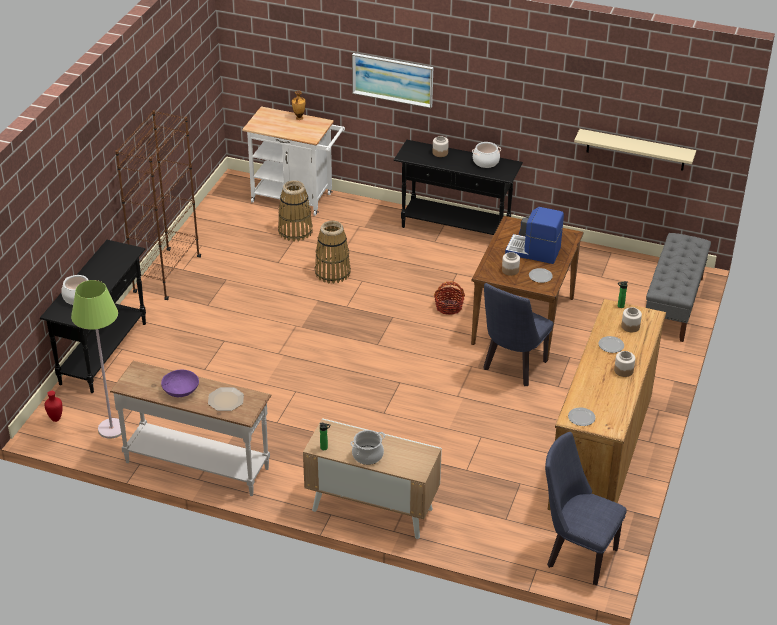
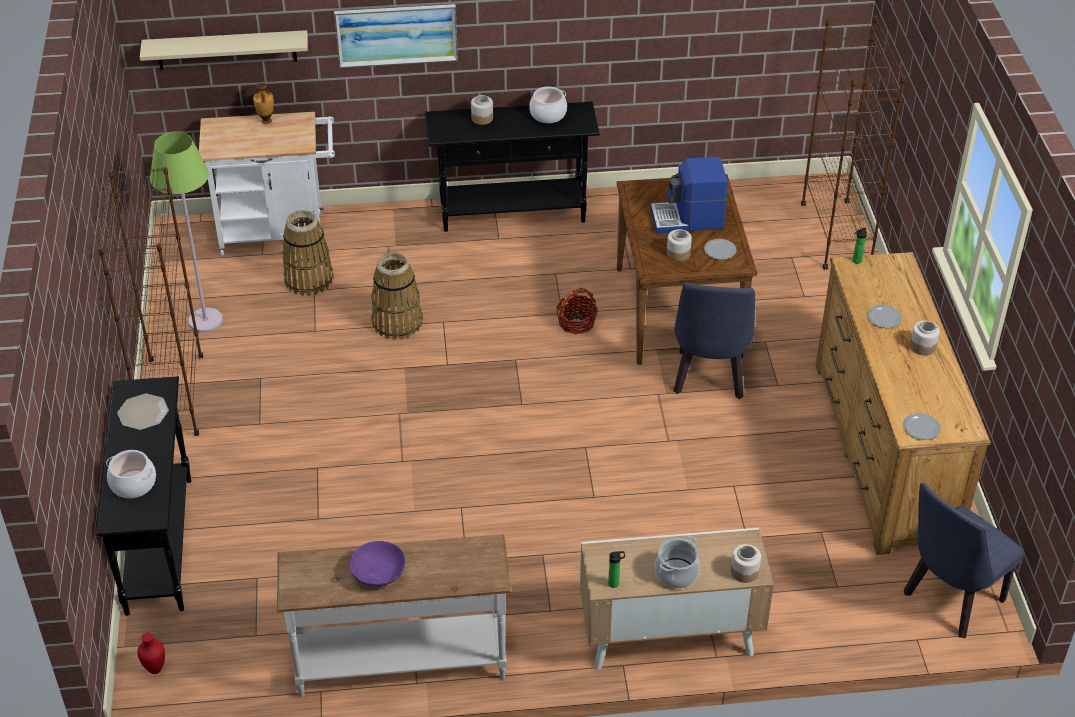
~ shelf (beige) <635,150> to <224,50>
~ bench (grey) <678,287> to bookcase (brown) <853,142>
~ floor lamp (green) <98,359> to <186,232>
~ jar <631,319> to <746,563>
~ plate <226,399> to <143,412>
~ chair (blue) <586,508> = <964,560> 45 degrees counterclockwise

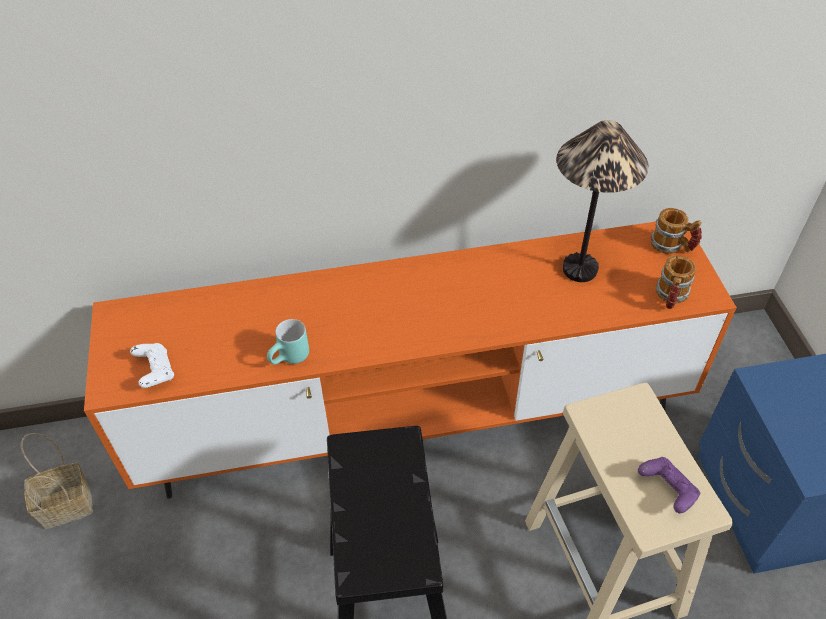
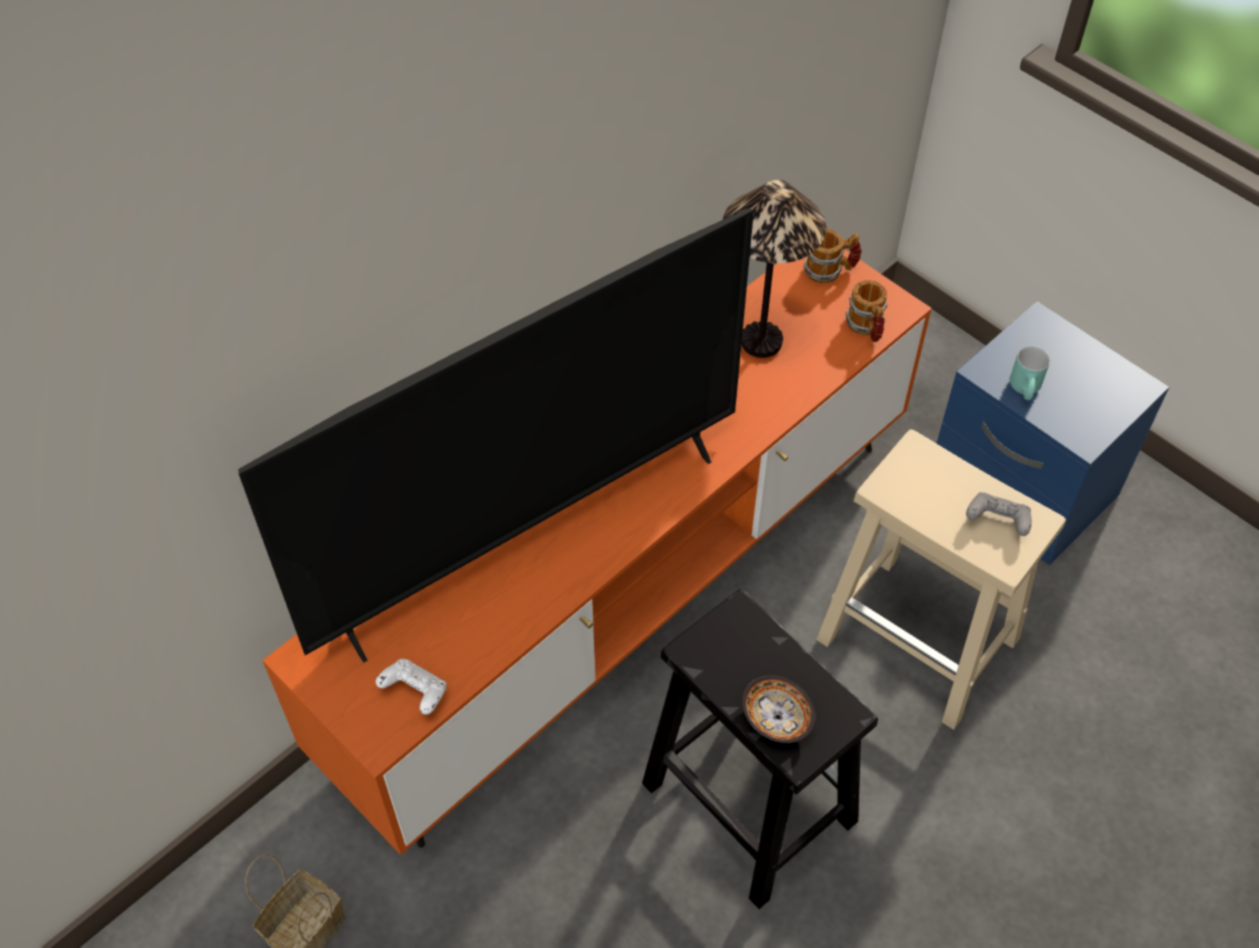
~ mug (turquoise) <288,342> to <1030,373>
~ game controller (purple) <669,485> to game controller (grey) <999,514>
+ television <496,435>
+ bowl <778,709>

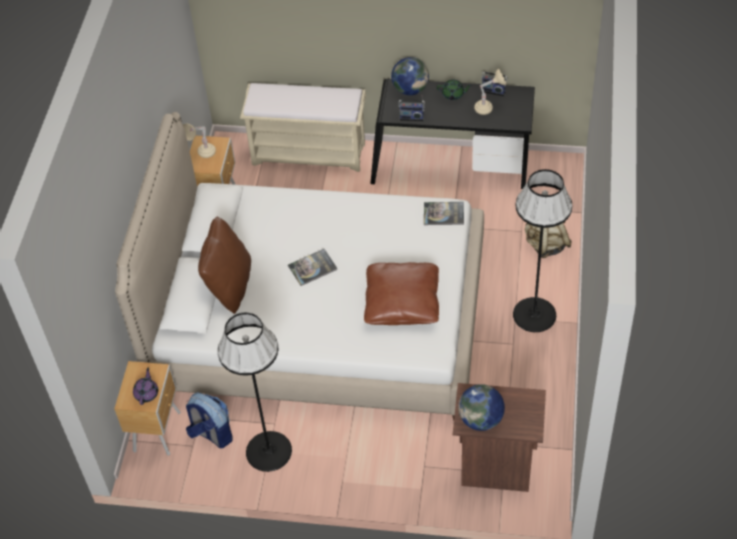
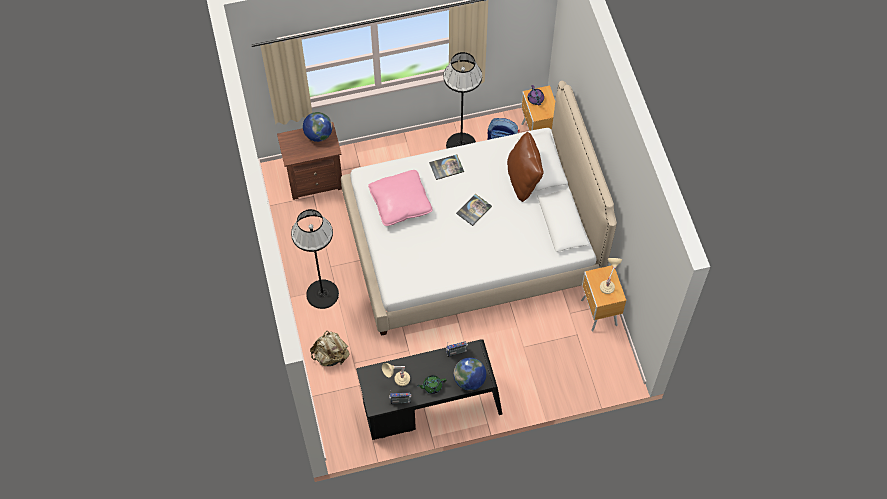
- bench (beige) <303,127>
~ book <444,213> to <446,167>
~ pillow (brown) <401,293> to pillow (pink) <400,198>

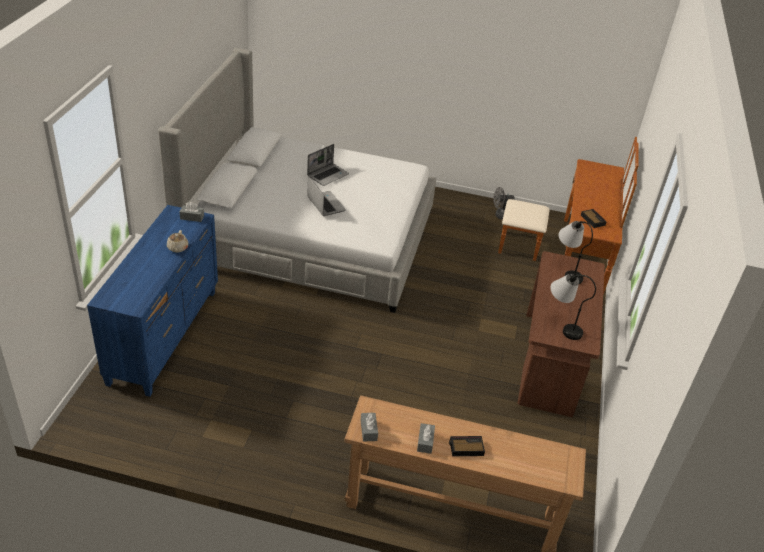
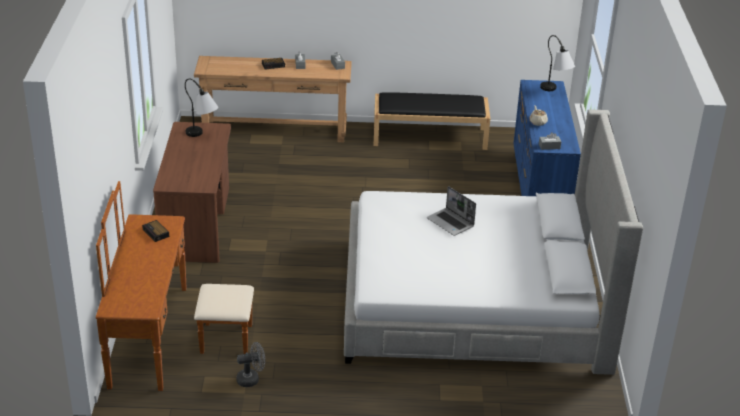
- laptop <328,165>
~ table lamp <576,252> to <557,63>
+ bench (black) <432,121>

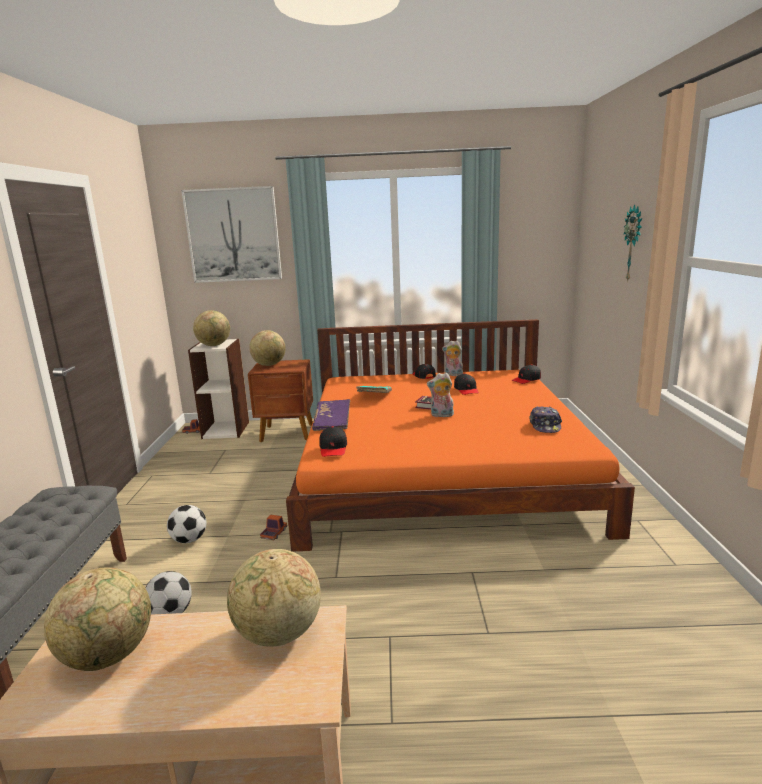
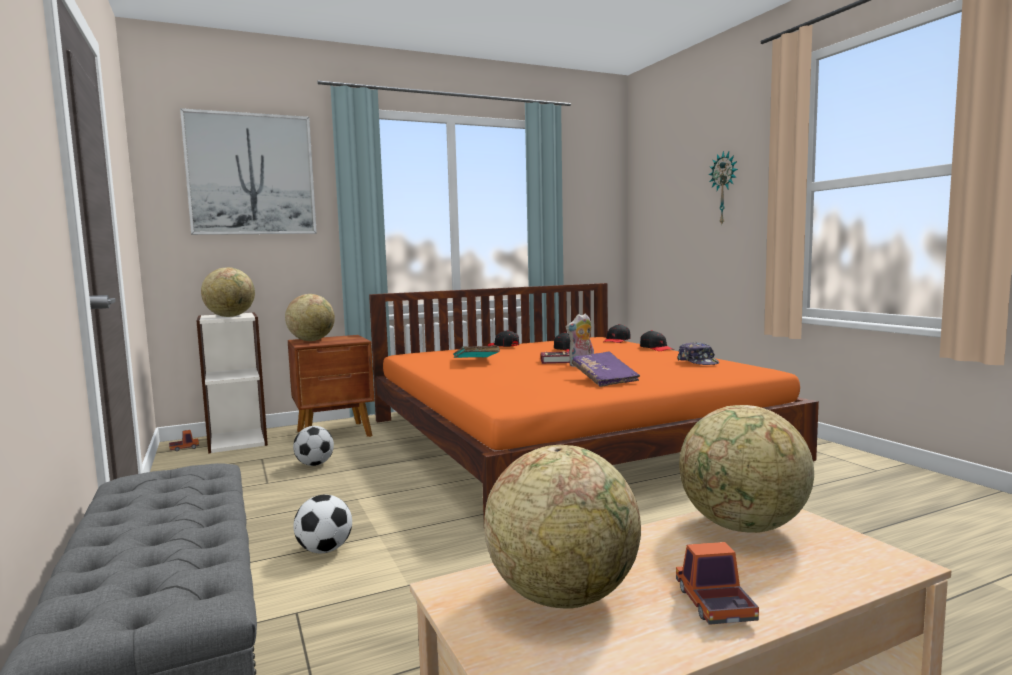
- plush toy <452,358>
~ book (purple) <331,415> to <606,369>
~ cap (black) <333,441> to <657,340>
~ toy truck <273,527> to <717,583>
~ football <168,593> to <313,446>

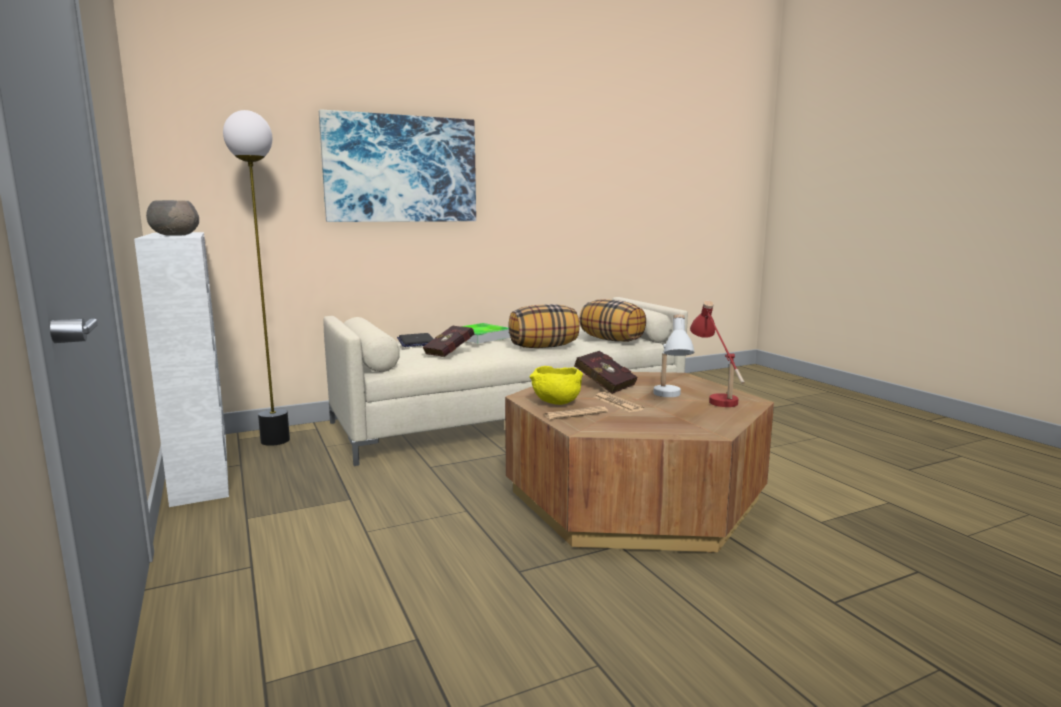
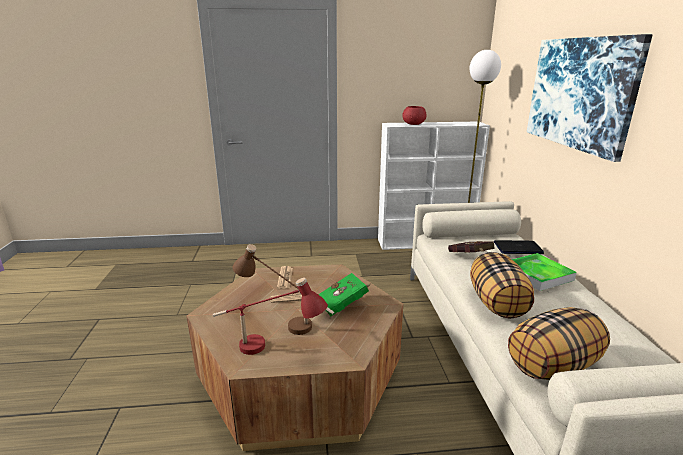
~ bowl (grey) <172,218> to bowl (red) <414,115>
~ table lamp (white) <673,355> to table lamp (brown) <283,289>
~ book (red) <605,372> to book (green) <344,294>
- bowl (yellow) <556,385>

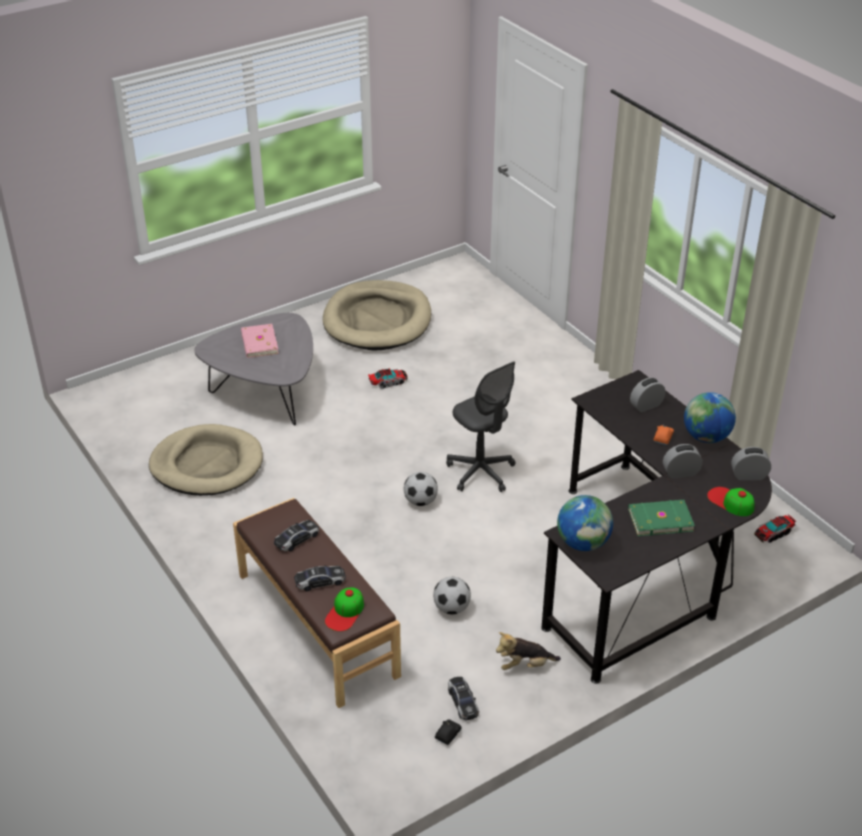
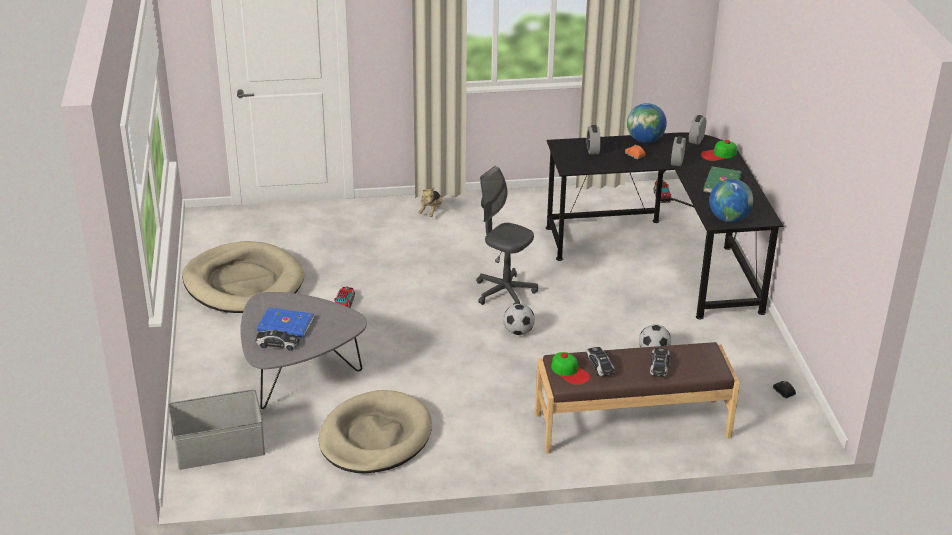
~ book (pink) <260,341> to book (blue) <285,323>
~ office chair (grey) <480,427> = <507,235> 135 degrees counterclockwise
~ cap <344,609> to <570,368>
~ plush toy <528,651> to <430,202>
~ toy car <463,698> to <277,340>
+ storage box (grey) <216,429>

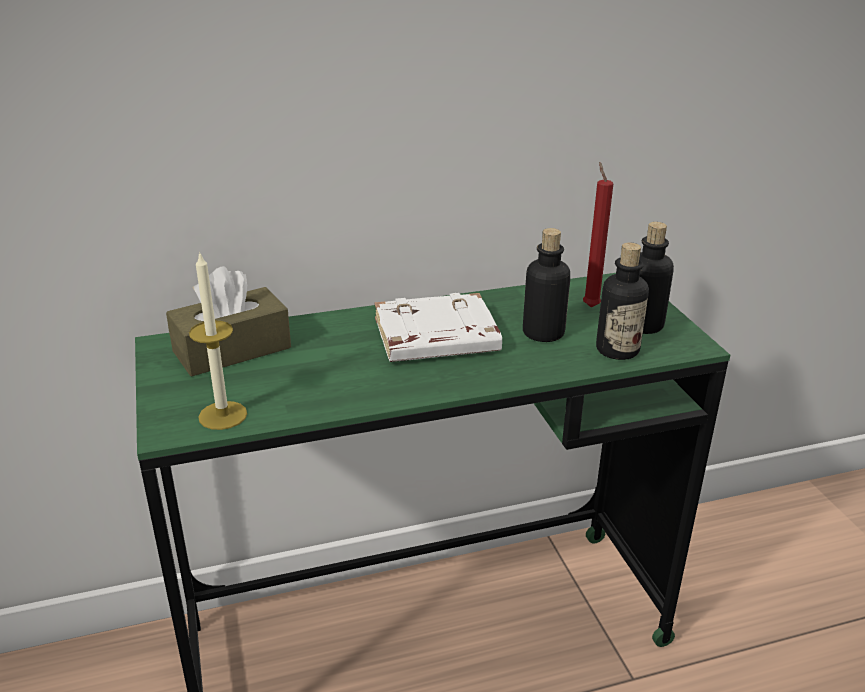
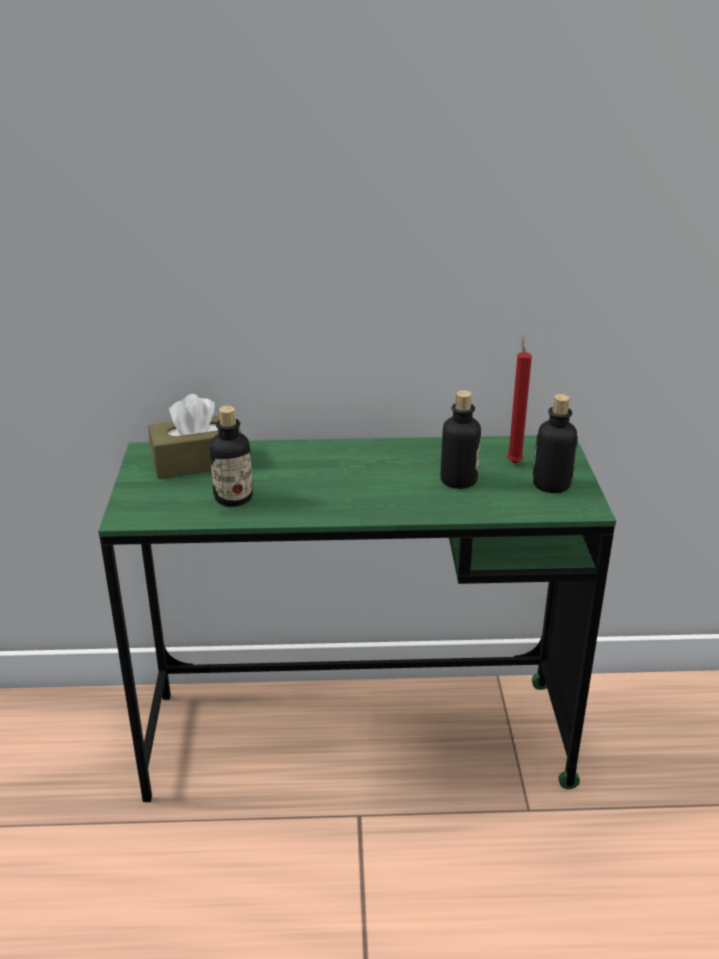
~ bottle <622,301> to <231,456>
- candle <218,340>
- book (white) <438,327>

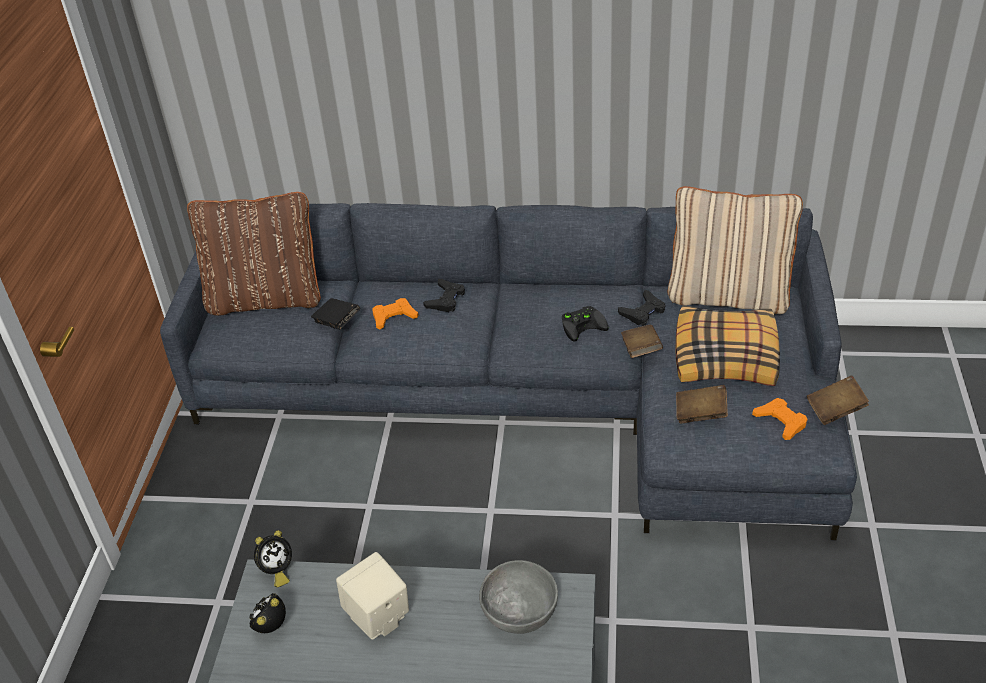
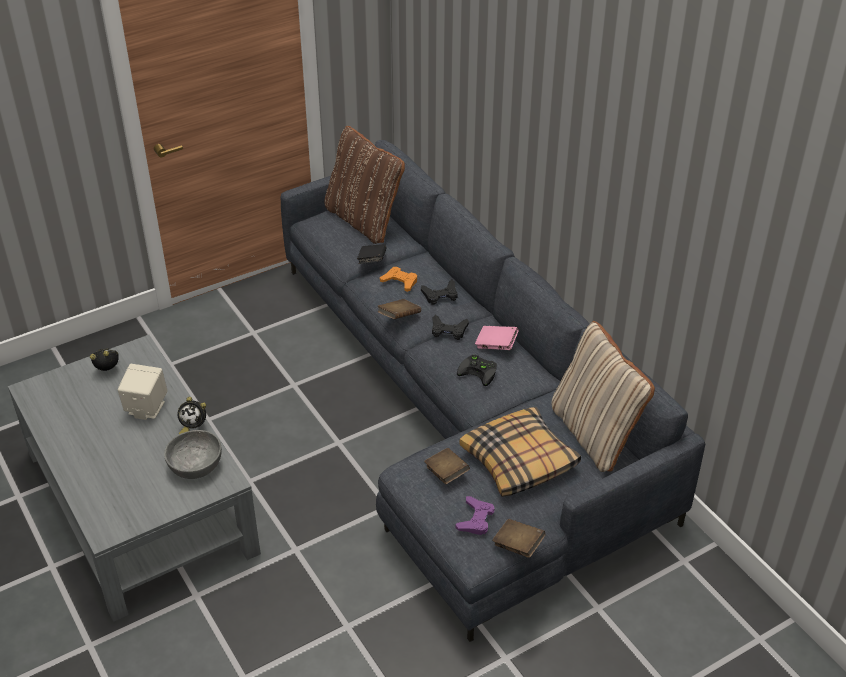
~ game controller (black) <642,308> to <450,327>
~ book (brown) <642,341> to <399,309>
~ game controller (orange) <779,419> to game controller (purple) <475,515>
~ alarm clock <273,559> to <191,415>
+ book (pink) <496,338>

